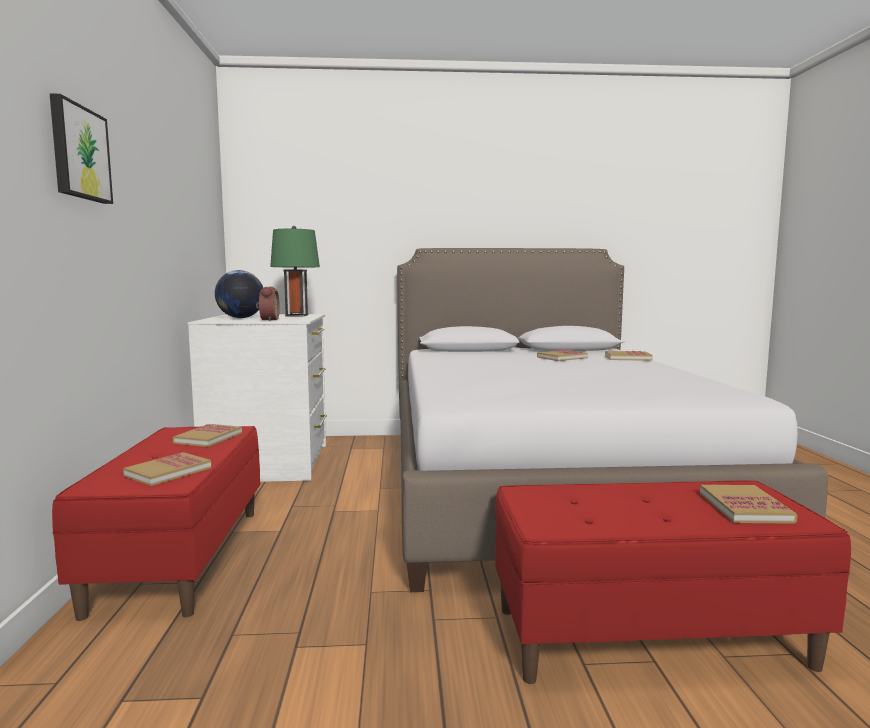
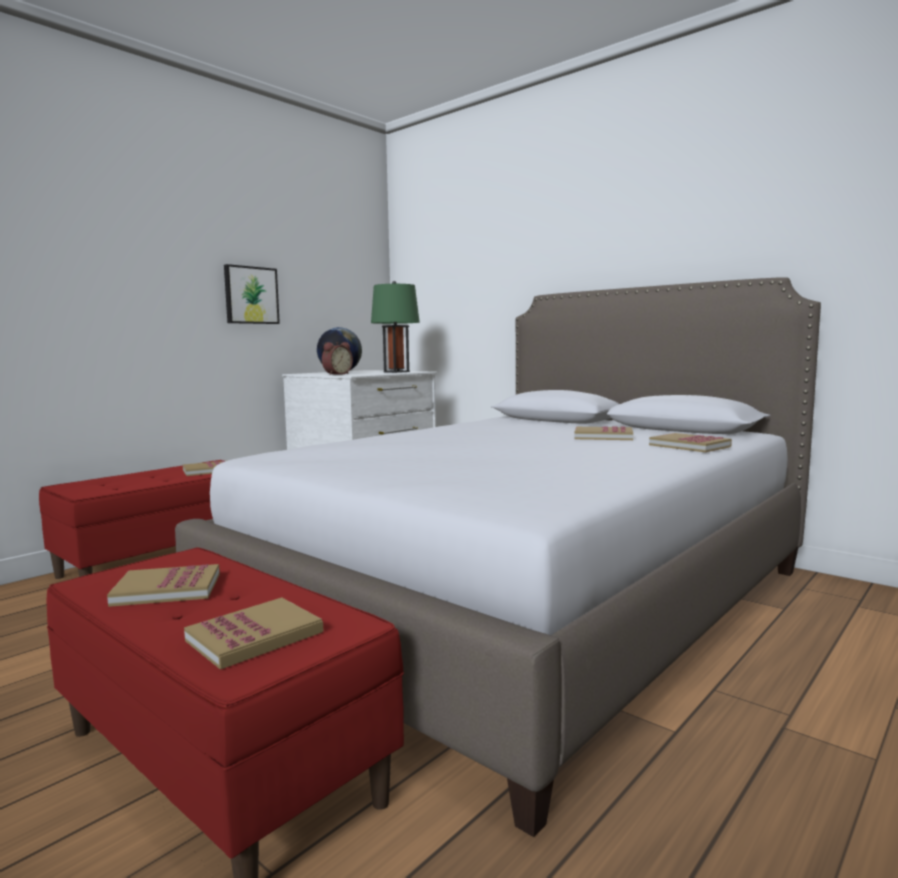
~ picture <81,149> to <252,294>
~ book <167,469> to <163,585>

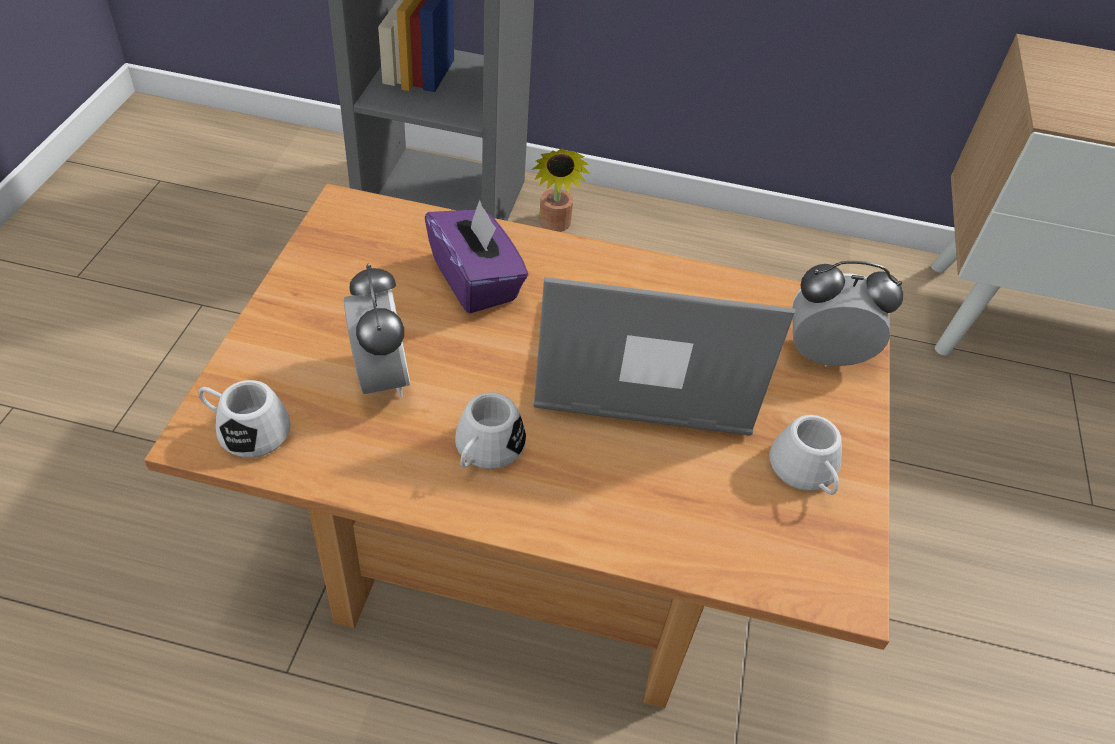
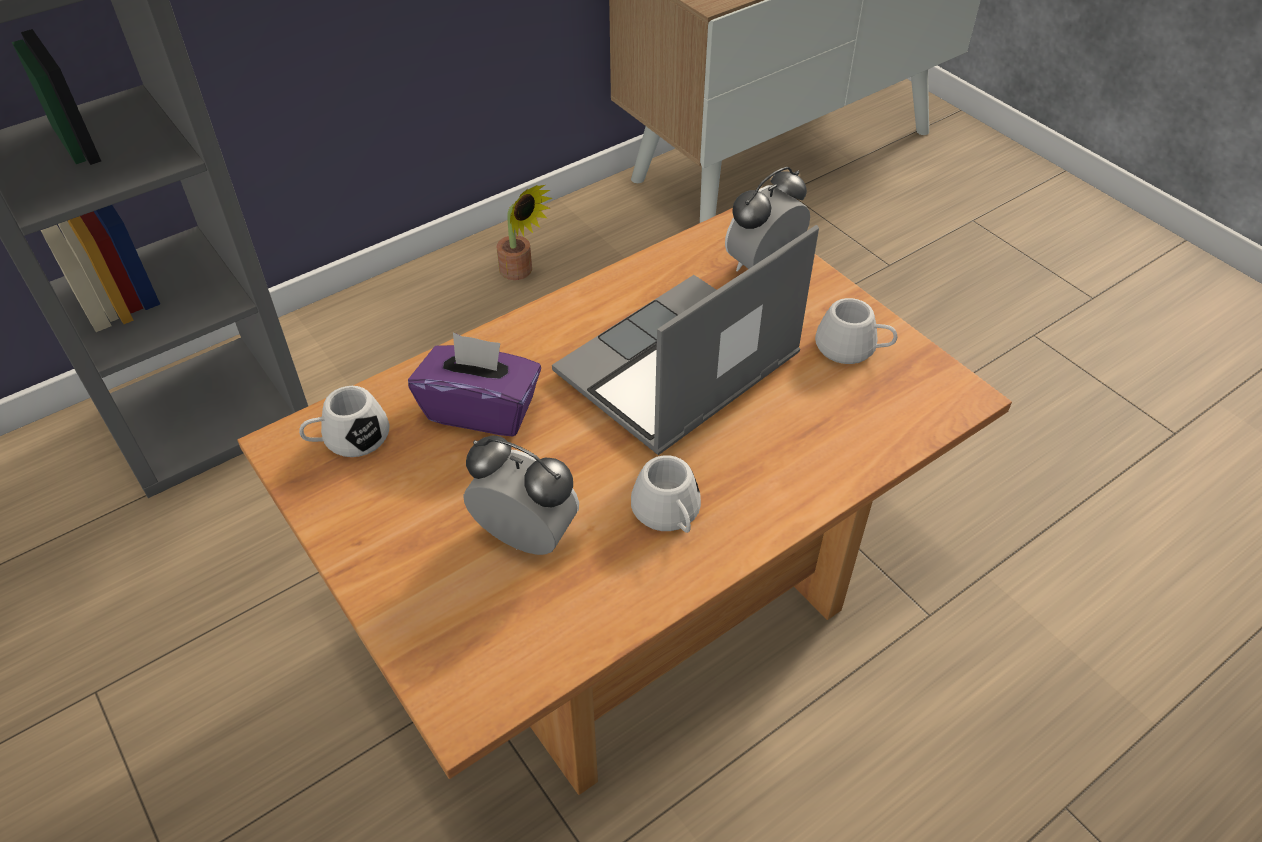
~ potted plant <561,190> to <524,232>
~ mug (white) <244,419> to <344,421>

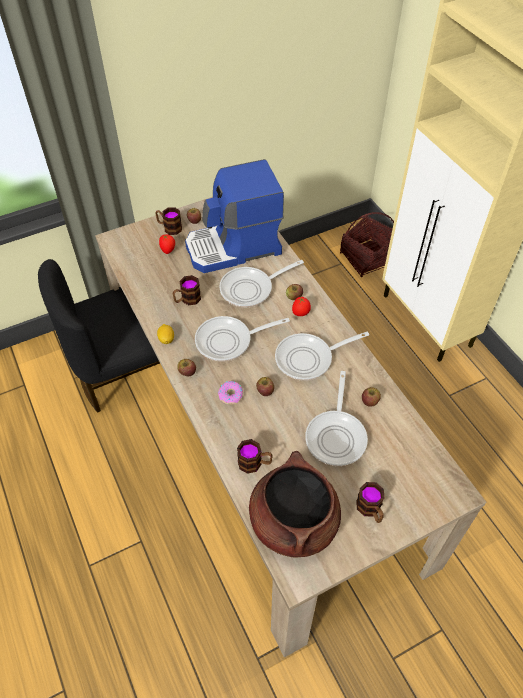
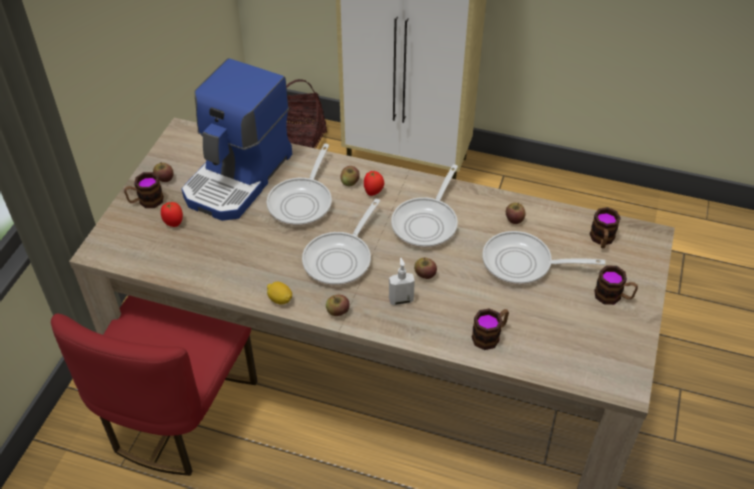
~ chair (black) <99,336> to chair (red) <154,385>
~ mug <187,290> to <605,227>
~ frying pan <336,418> = <543,258> 135 degrees clockwise
~ donut <230,392> to soap dispenser <402,281>
- cooking pot (brown) <295,504>

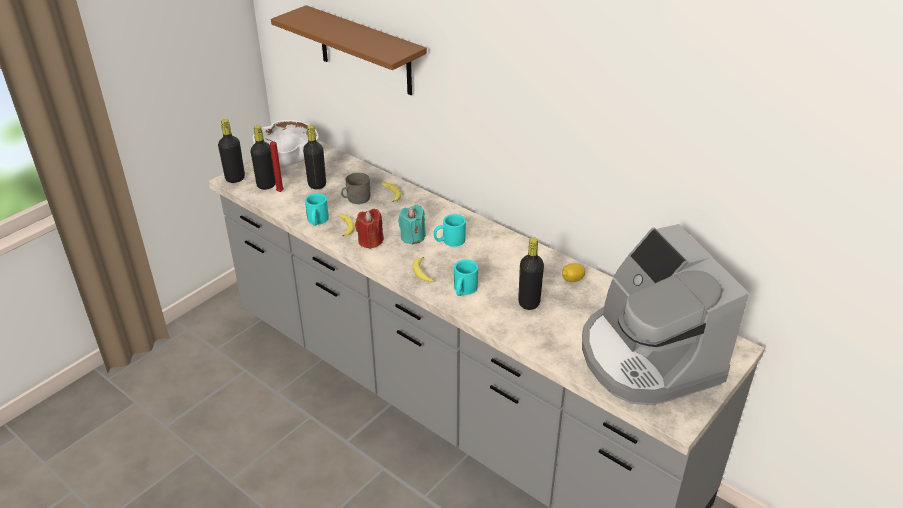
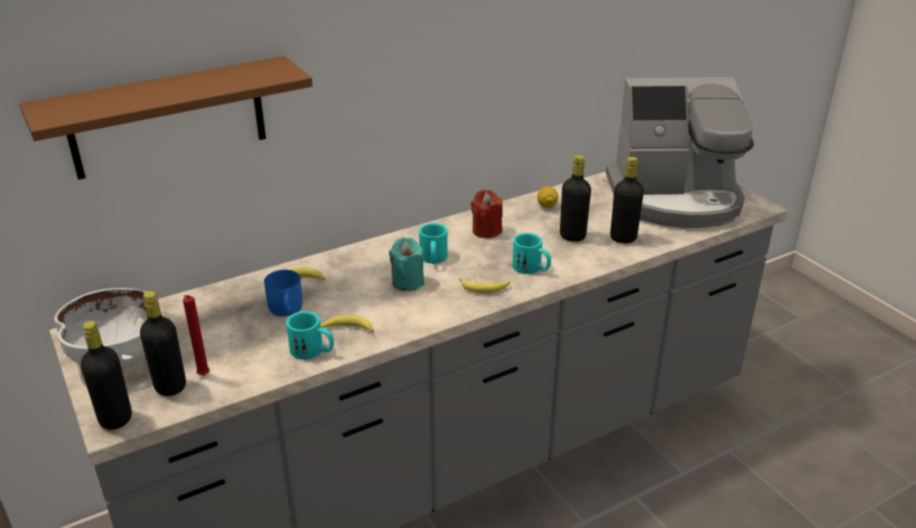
~ bottle (black) <314,157> to <627,200>
~ mug (grey) <356,188> to mug (blue) <283,293>
~ candle (red) <369,229> to <487,214>

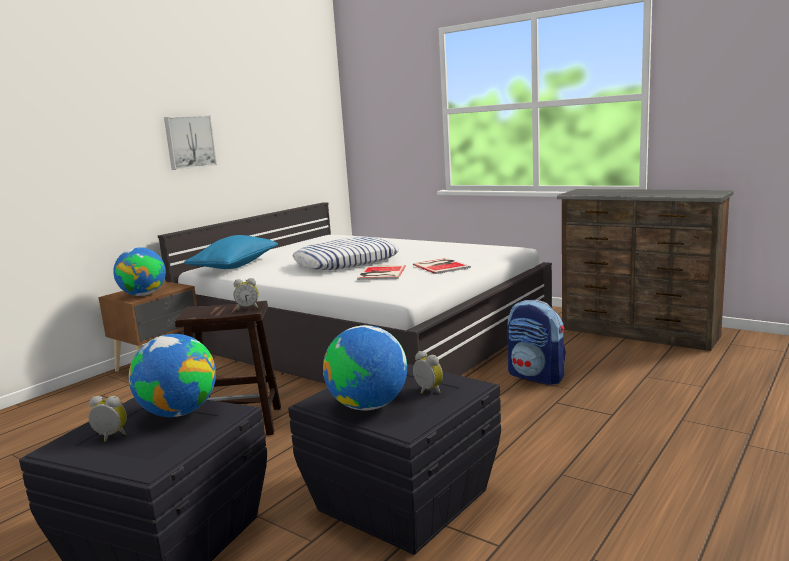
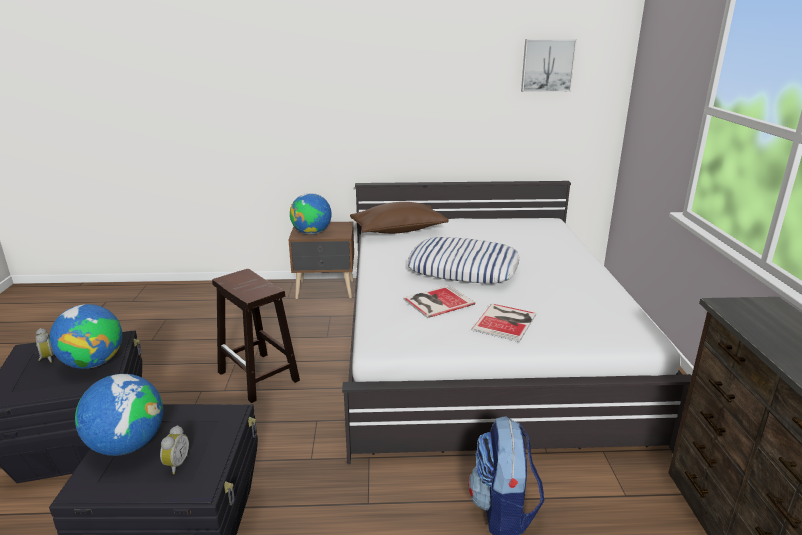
~ picture <190,142> to <549,65>
~ pillow (blue) <231,252> to pillow (brown) <399,218>
- alarm clock <246,294>

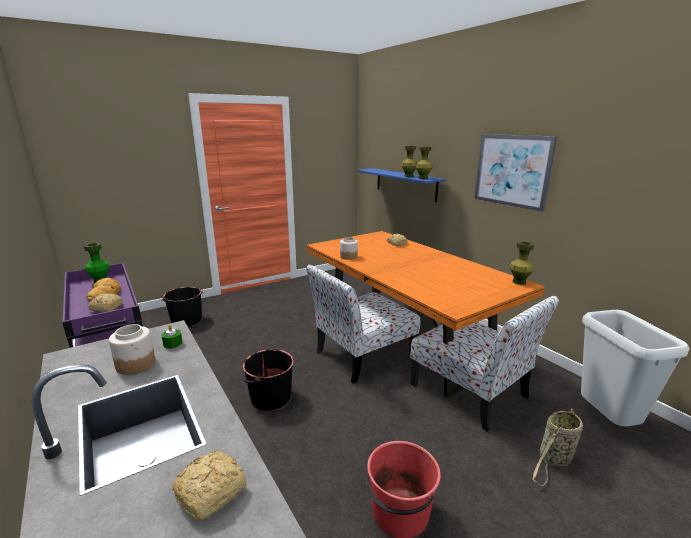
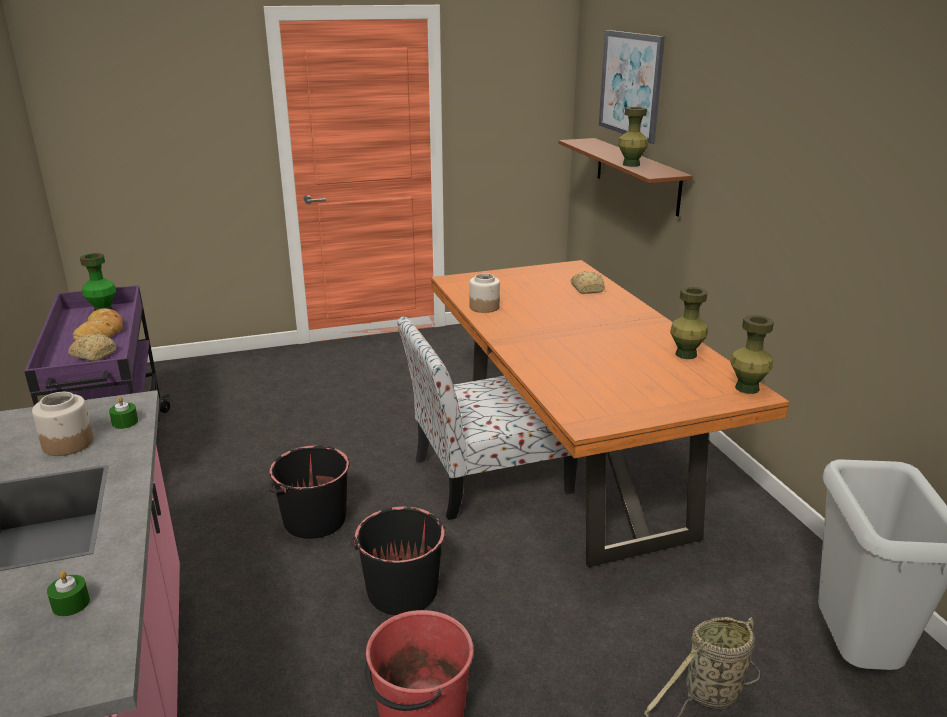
~ picture <516,173> to <632,87>
~ vase (green) <424,163> to <689,323>
~ shelf (blue) <401,185> to shelf (brown) <625,177>
~ bucket (black) <182,307> to <398,561>
- chair <484,364>
~ bread <209,485> to candle (green) <68,594>

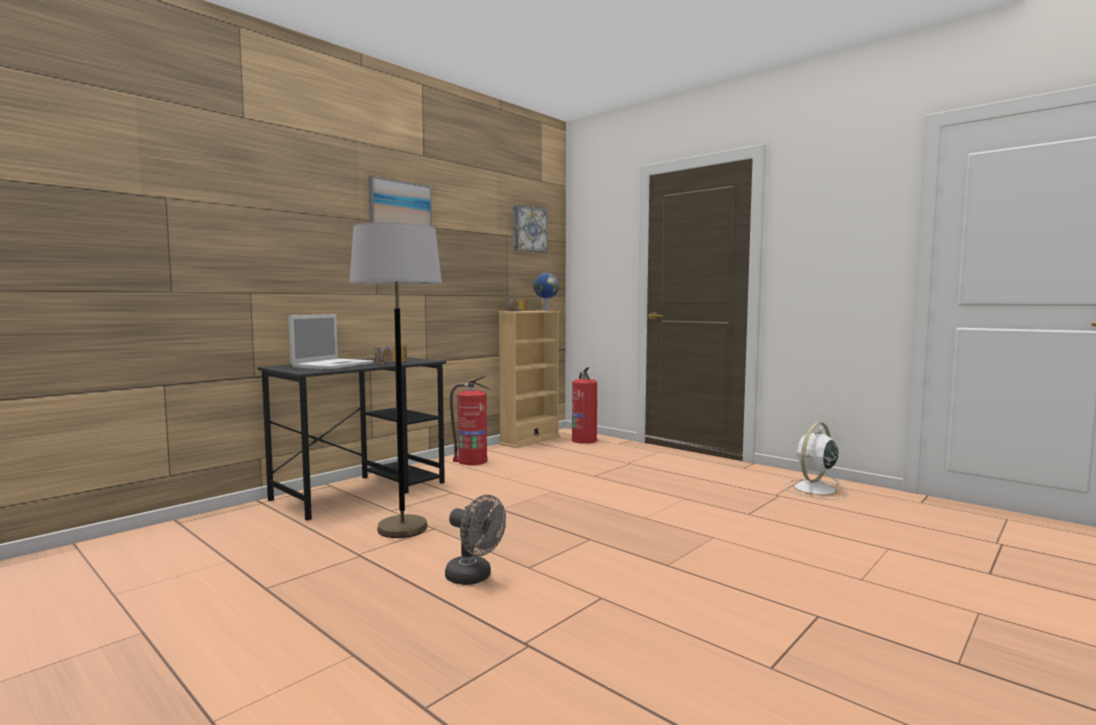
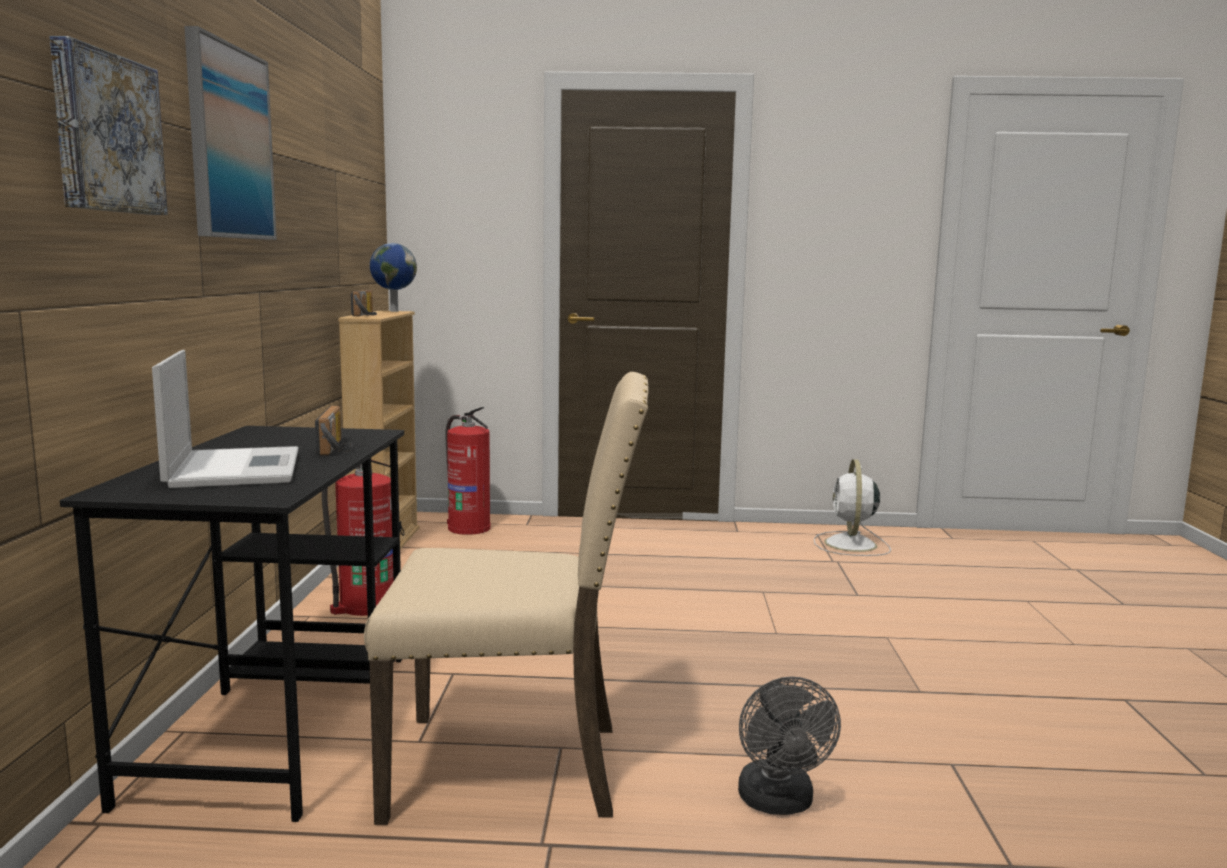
~ picture <530,228> to <108,125>
~ floor lamp (grey) <395,380> to chair (beige) <506,598>
~ fan (grey) <475,540> = <789,745> 90 degrees clockwise

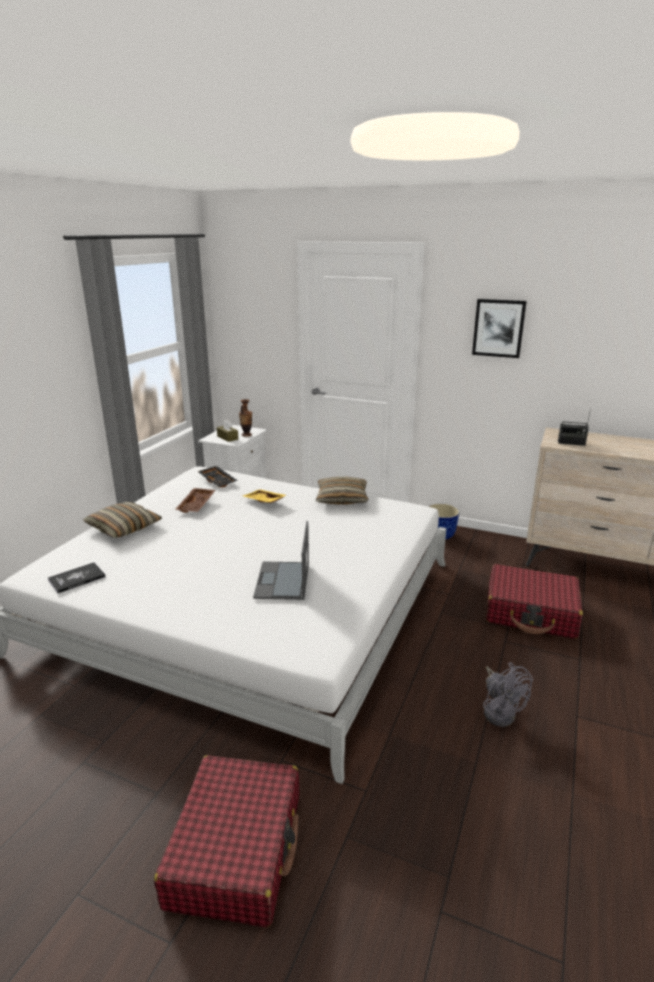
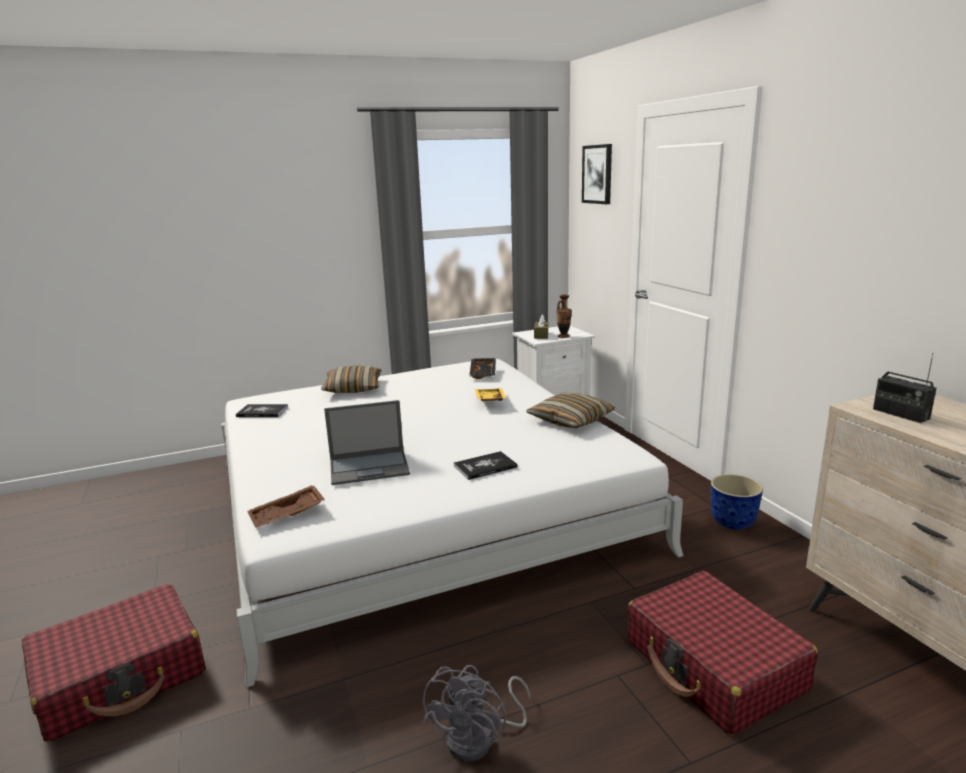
~ picture <499,328> to <597,174>
~ tray (brown) <195,500> to <286,506>
~ laptop <281,560> = <367,442> 150 degrees counterclockwise
+ book <485,465>

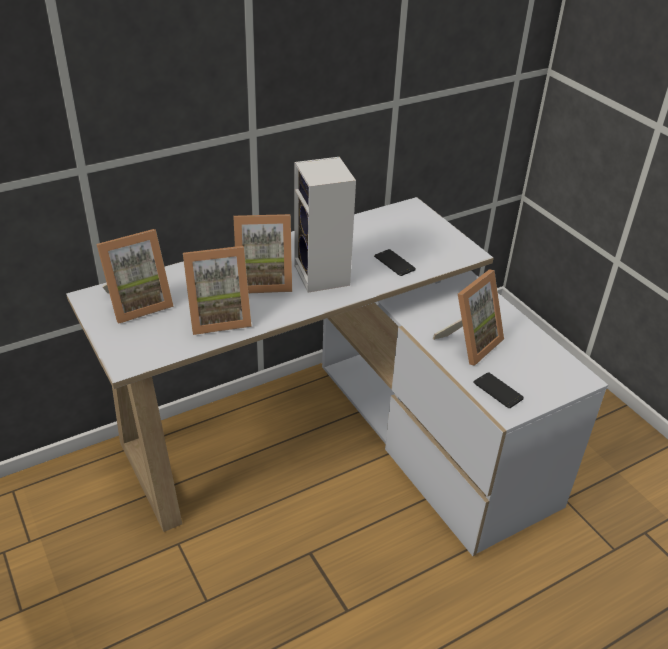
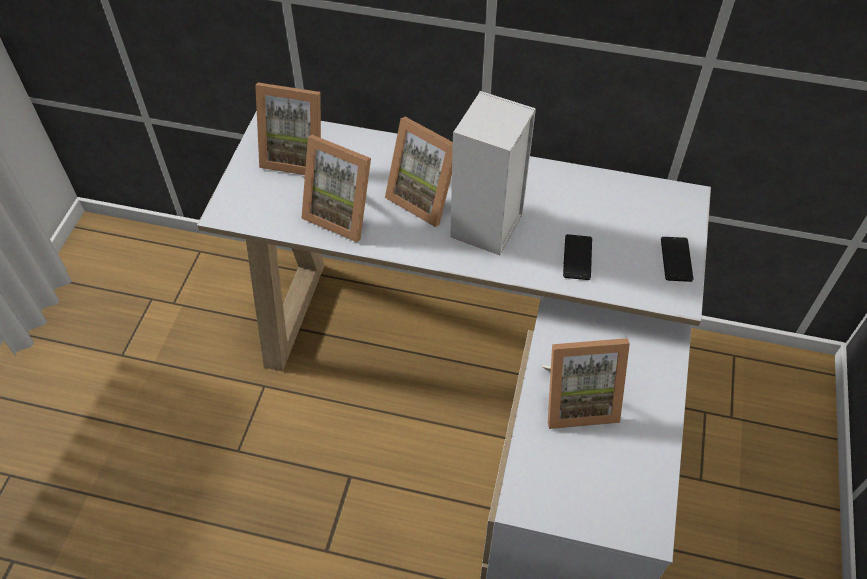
~ phone <498,390> to <677,259>

